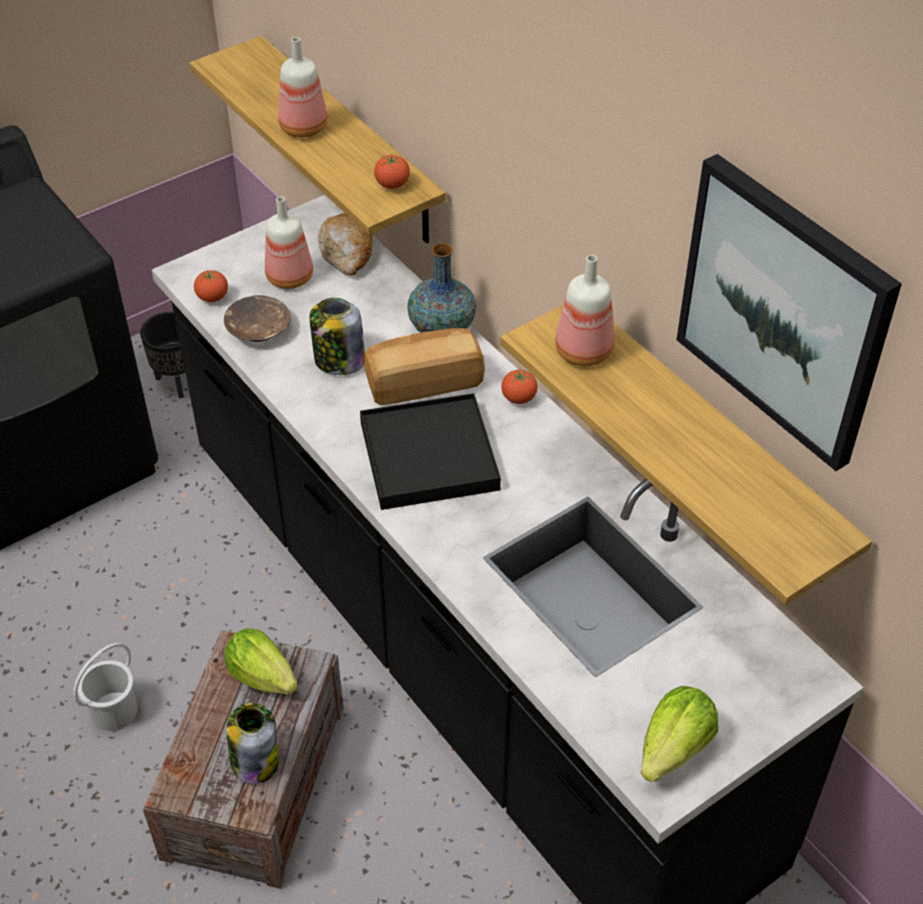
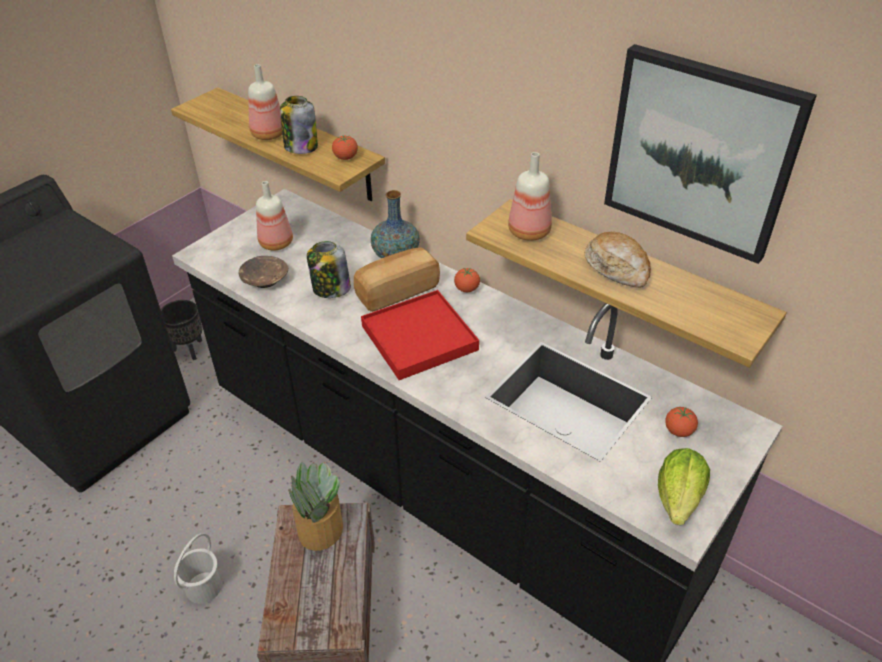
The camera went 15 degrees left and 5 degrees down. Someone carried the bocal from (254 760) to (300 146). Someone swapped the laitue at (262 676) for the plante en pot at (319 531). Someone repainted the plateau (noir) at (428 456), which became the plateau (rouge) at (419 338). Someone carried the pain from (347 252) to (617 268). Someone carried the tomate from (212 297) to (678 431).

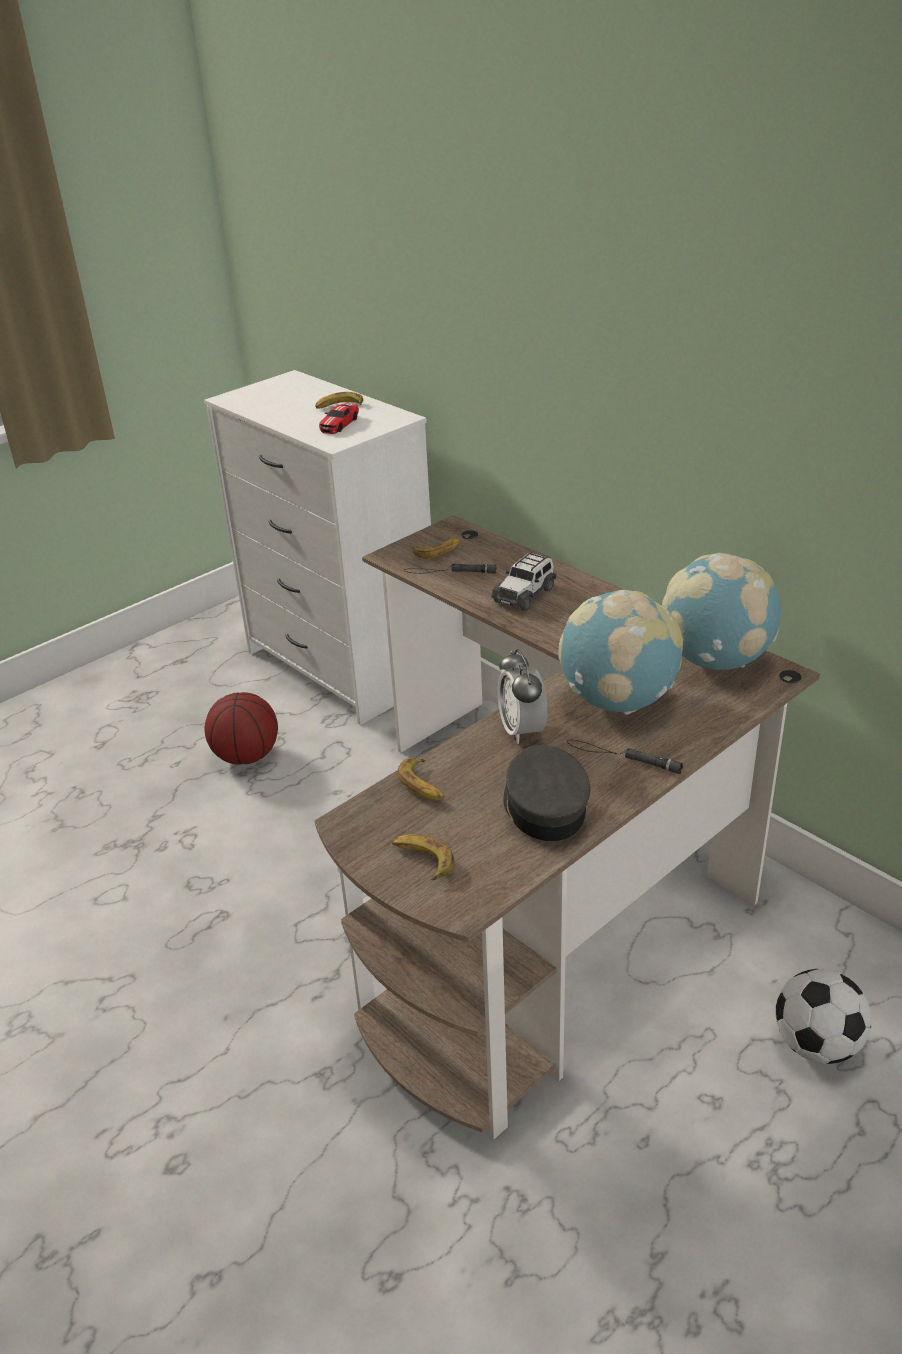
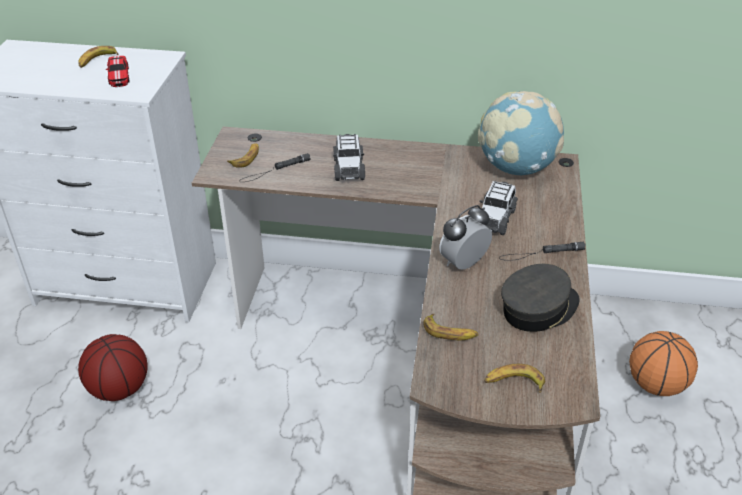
The camera went 40 degrees left and 5 degrees up. Someone rotated the réveil at (522 730) by 105 degrees clockwise. Someone swapped the globe at (618 701) for the petite voiture at (495 218). Someone rotated the casquette (gris) at (543 807) by 105 degrees clockwise. Someone swapped the ballon de foot at (817 1045) for the ballon de basket at (656 385).

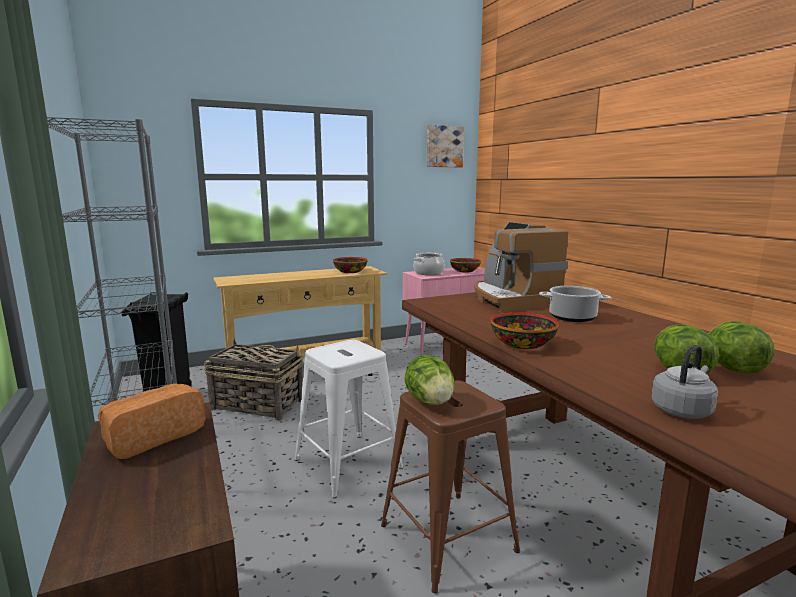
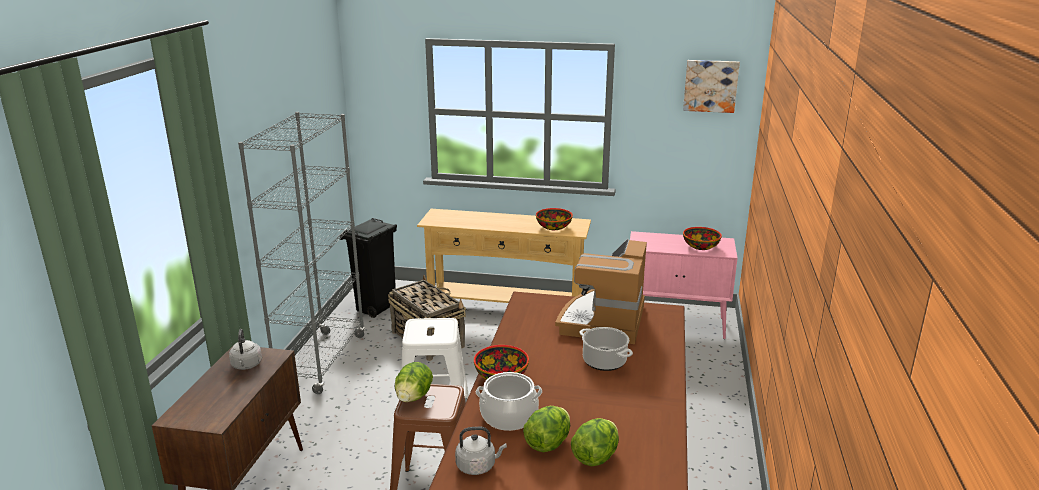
The camera went 35 degrees right and 10 degrees up. Someone swapped the pain at (153 437) for the bouilloire (gris) at (246 365). Someone carried the marmite from (429 273) to (509 416).

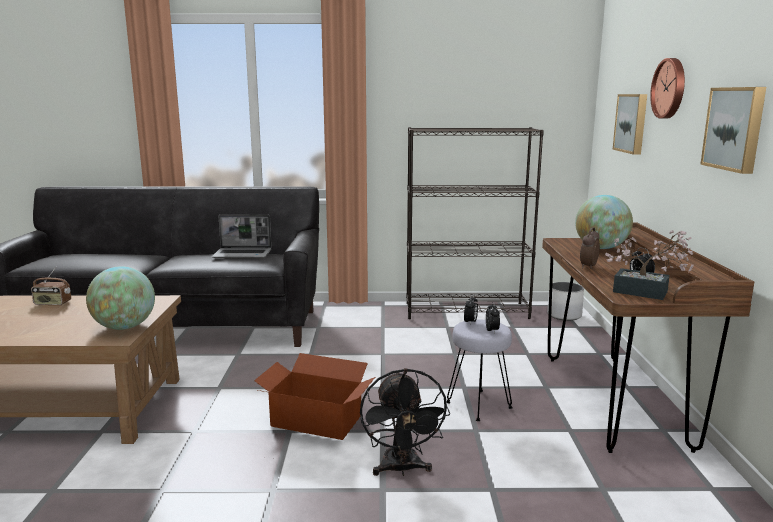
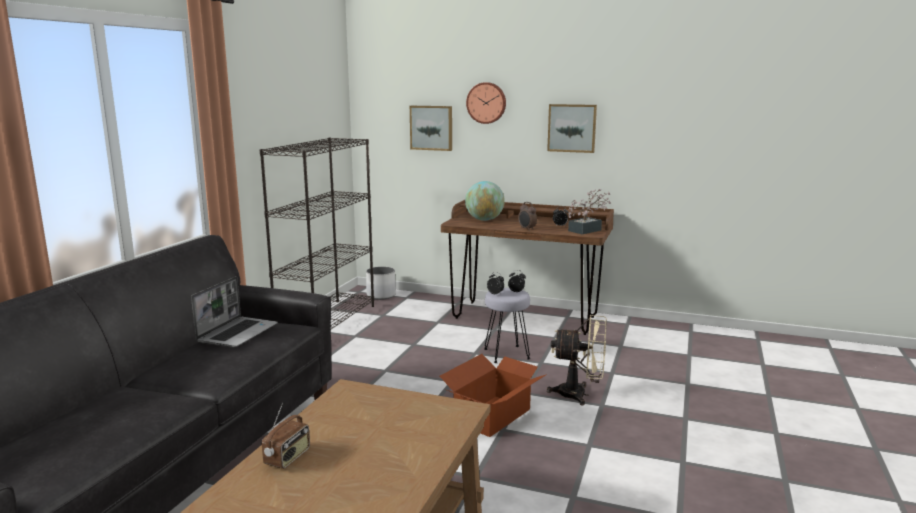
The camera went 70 degrees left and 0 degrees up. Someone repainted the ventilateur (noir) at (401 469), which became the ventilateur (beige) at (579 395). Someone took away the globe at (124 327).

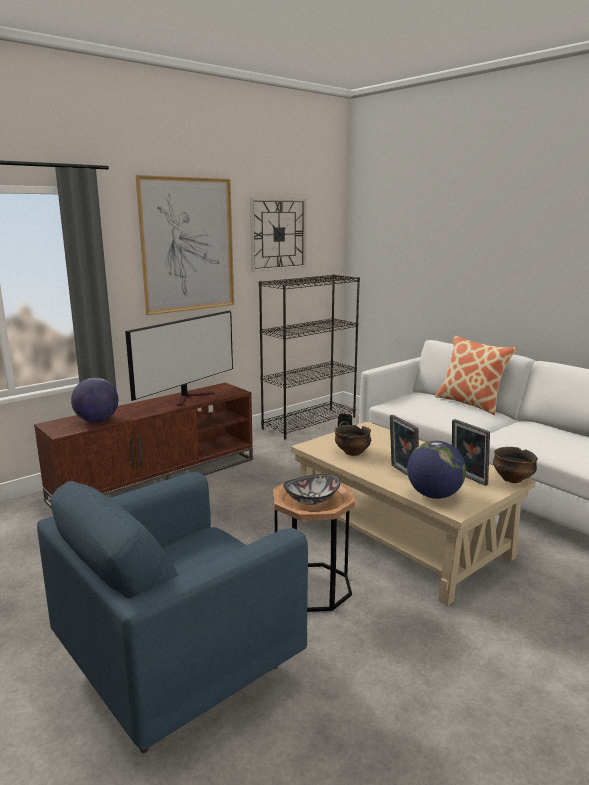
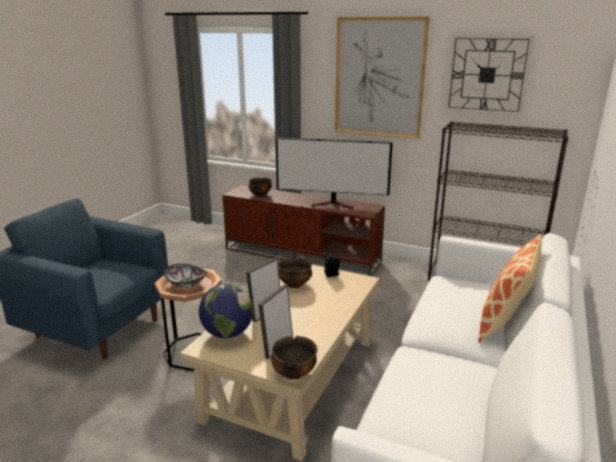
The camera went 65 degrees right and 5 degrees up. Someone swapped the globe at (97 421) for the bol at (260 195).

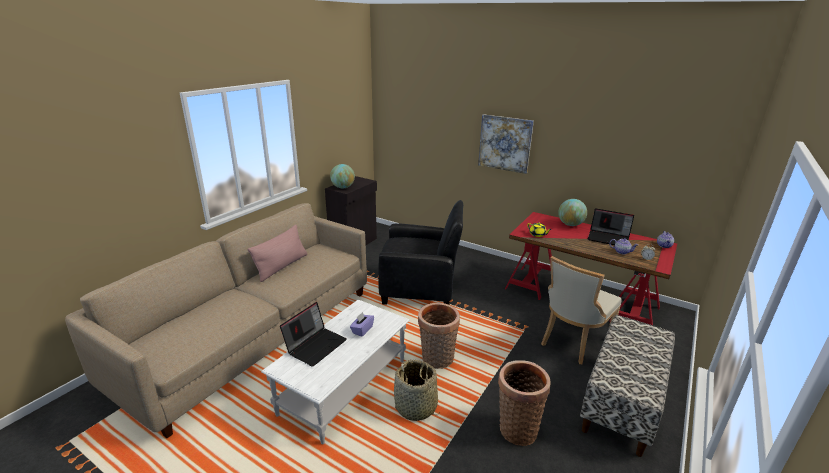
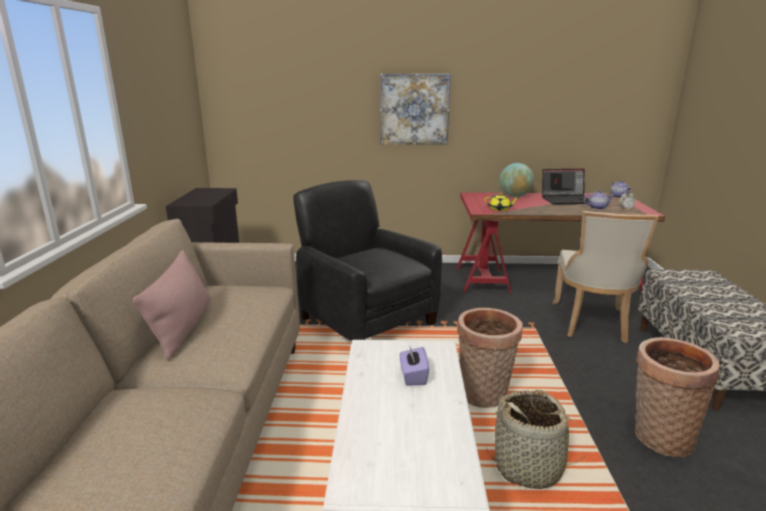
The camera went 30 degrees left and 5 degrees down. Someone rotated the fauteuil (noir) at (420 288) by 105 degrees counterclockwise. Someone took away the ordinateur portable at (315 345). Someone took away the globe at (343 187).

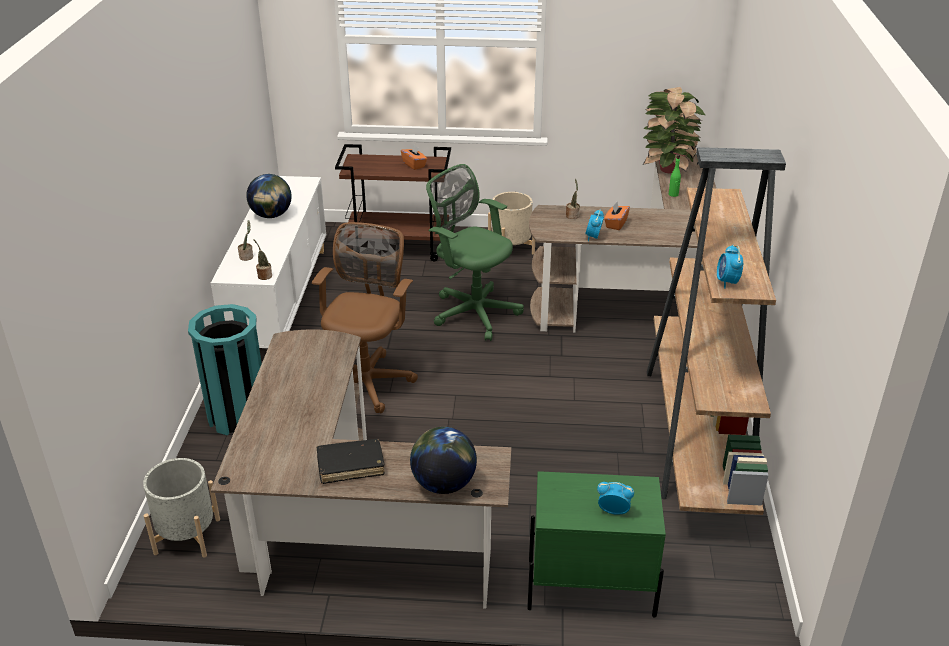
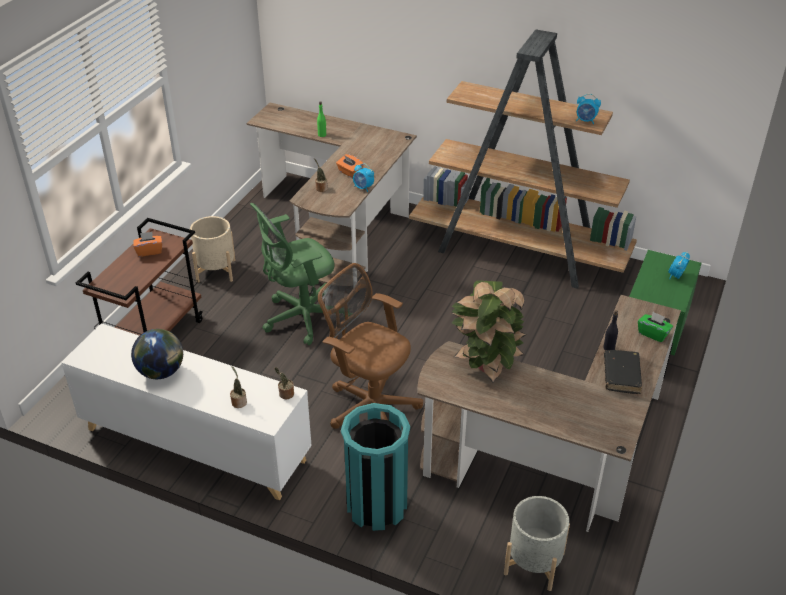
The camera went 70 degrees left and 5 degrees up. Someone carried the plante en pot from (668 168) to (485 365). Someone put down the bouteille (noir) at (608 348). Someone swapped the globe at (443 484) for the boîte à mouchoirs (vert) at (653 334).

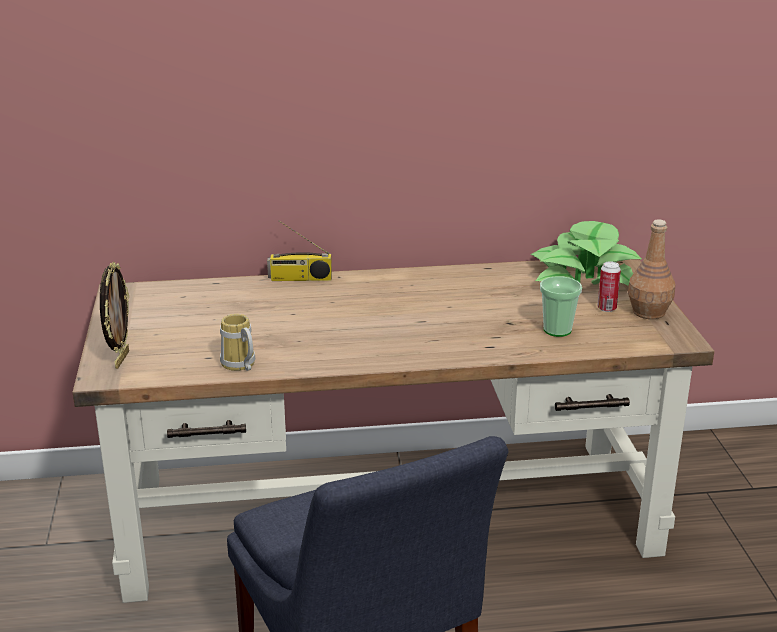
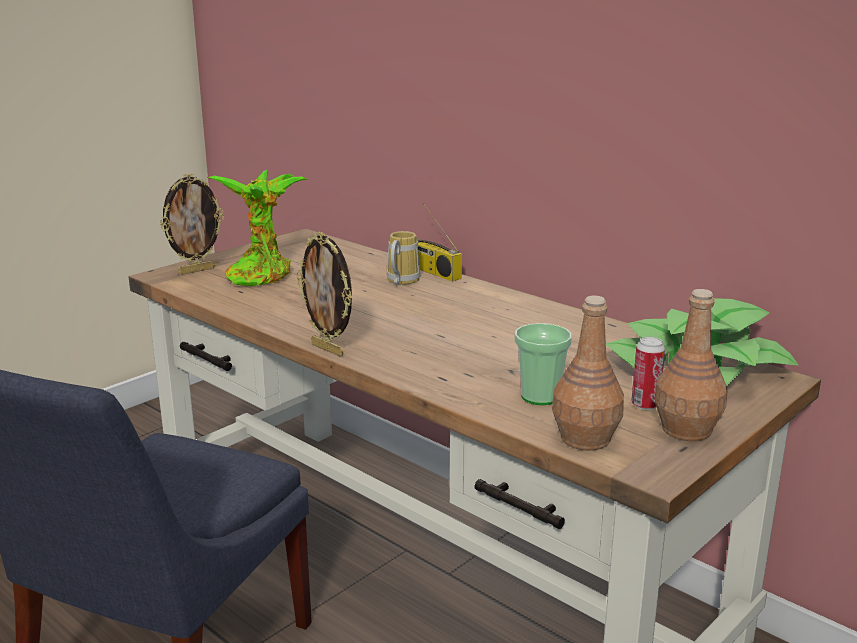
The camera went 50 degrees right and 5 degrees down. Someone put down the plante en pot at (261 274). Someone put down the cadre photo at (328 349). Someone carried the mug from (238 366) to (400 281). Someone put down the bouteille (marron) at (585 439).

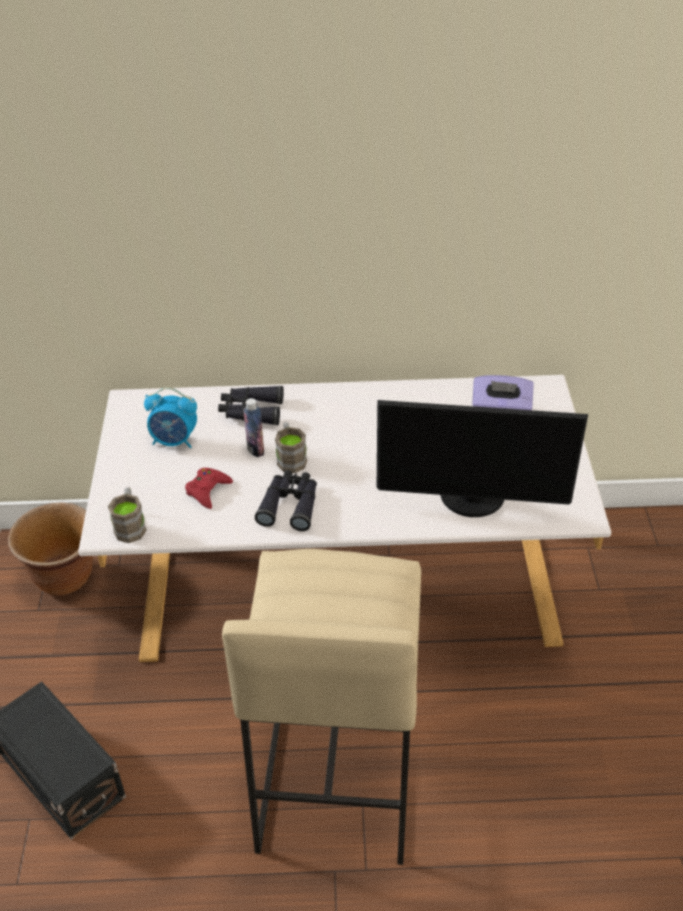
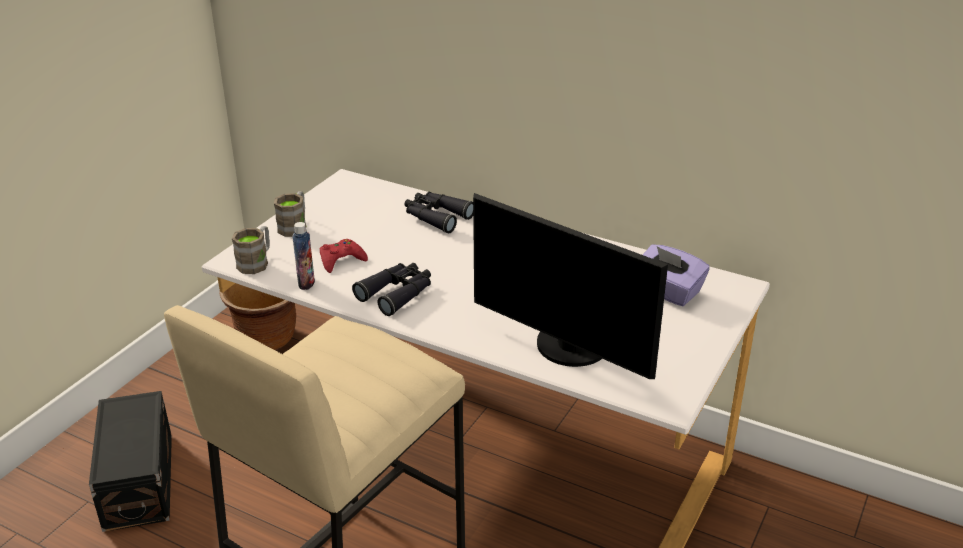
The camera went 30 degrees right and 10 degrees down. Someone carried the mug (marron) from (290 458) to (295 226). Someone carried the bouteille from (255 449) to (306 283). Someone took away the réveil at (174 441).

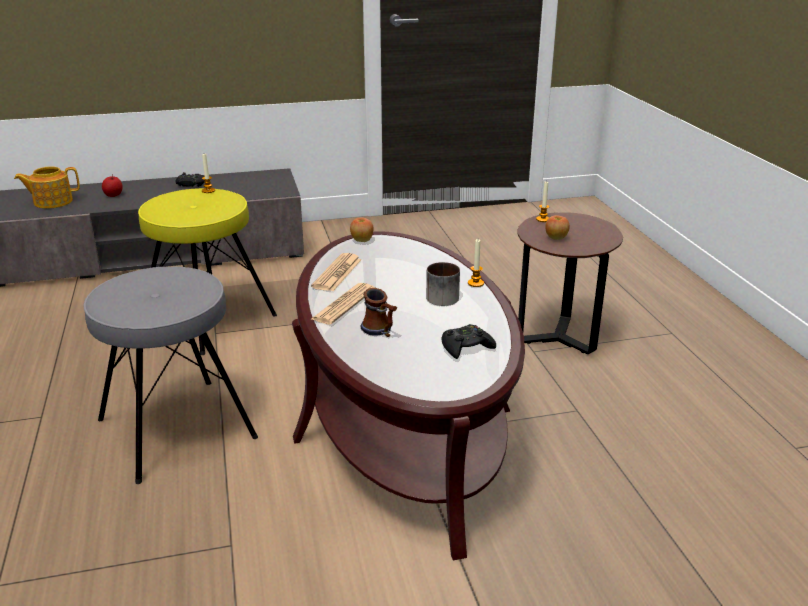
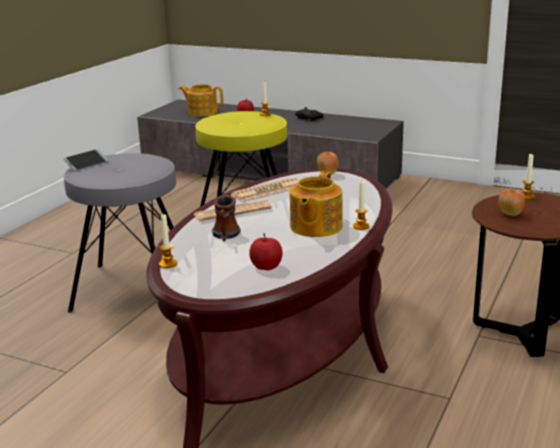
The camera went 40 degrees right and 5 degrees down. Someone put down the téléphone at (87 164). Someone put down the bougie at (168 264). Someone swapped the manette (noir) at (466 347) for the pomme at (266 267). Someone swapped the mug at (440 296) for the théière at (315 227).

